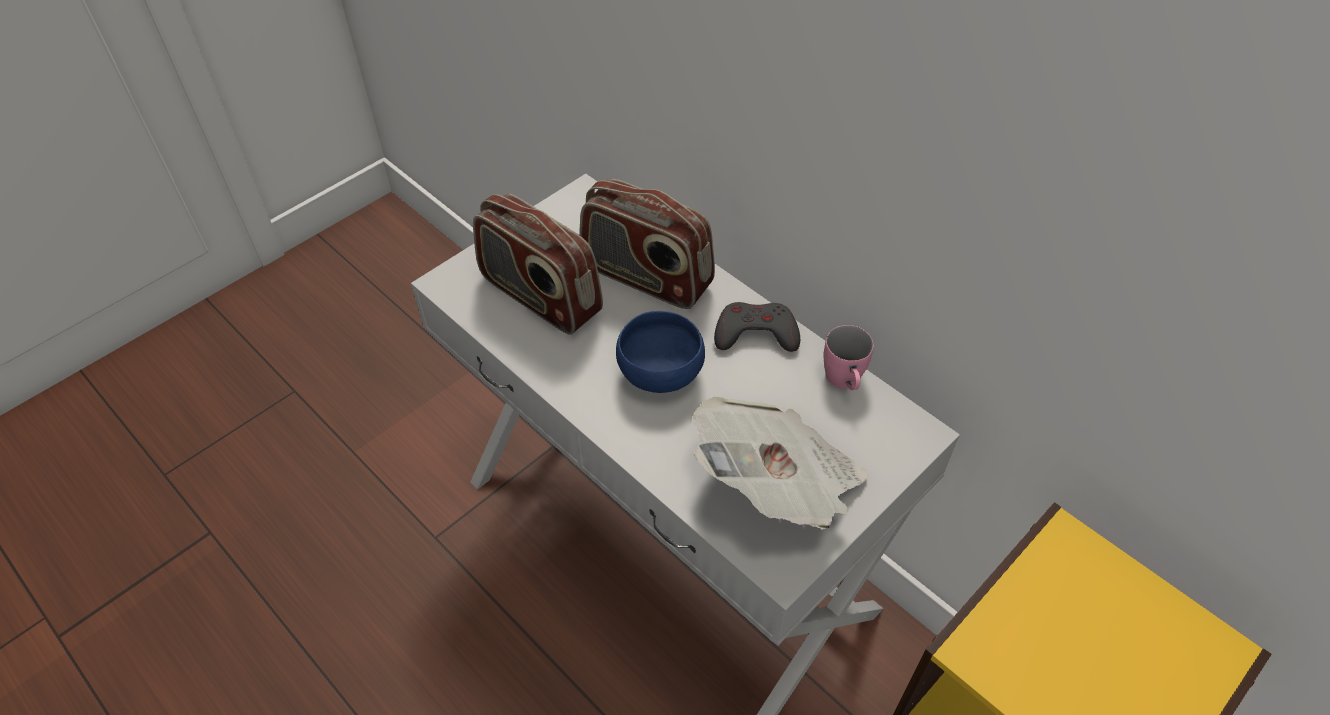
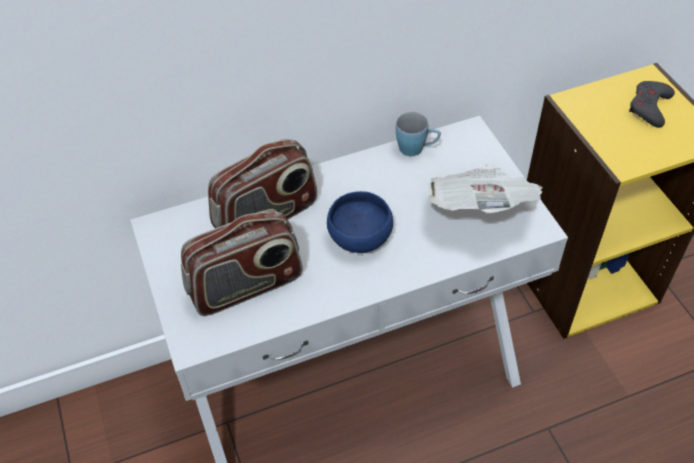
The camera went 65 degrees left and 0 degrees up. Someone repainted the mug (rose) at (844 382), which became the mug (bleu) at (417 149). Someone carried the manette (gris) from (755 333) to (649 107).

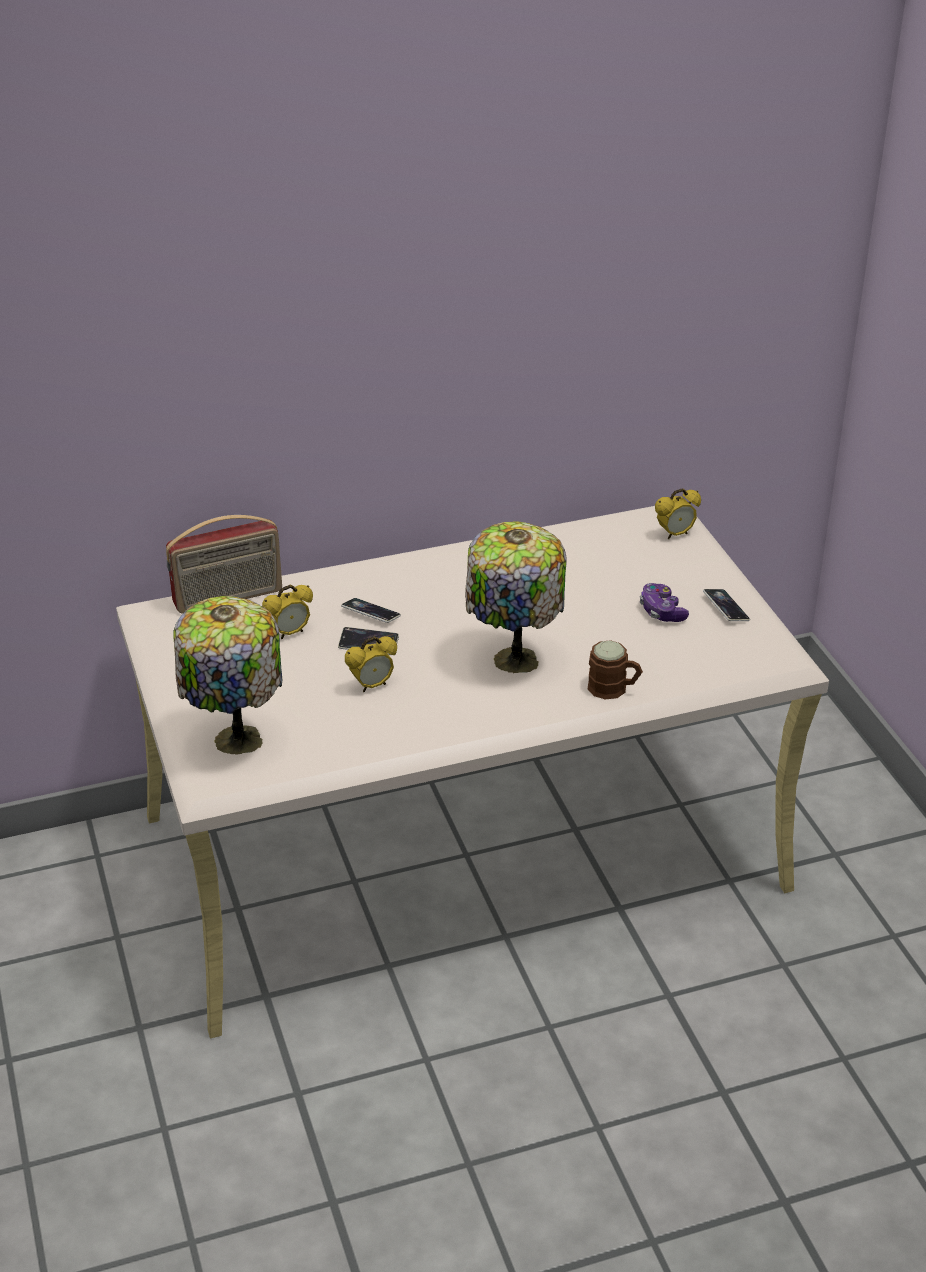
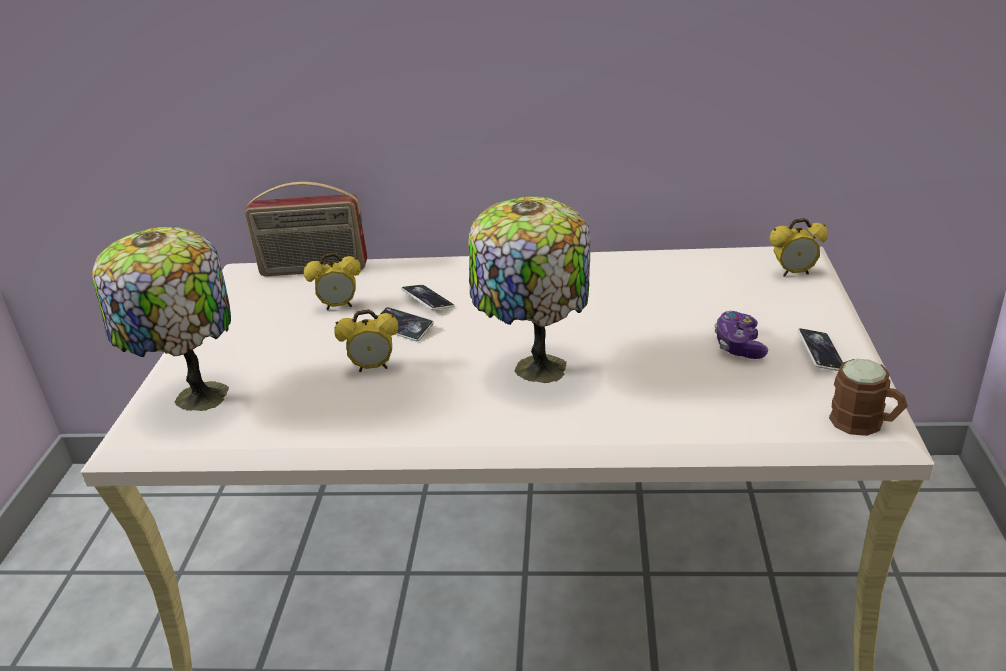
The camera went 25 degrees right and 5 degrees down. Someone carried the mug (marron) from (614 689) to (865 424).

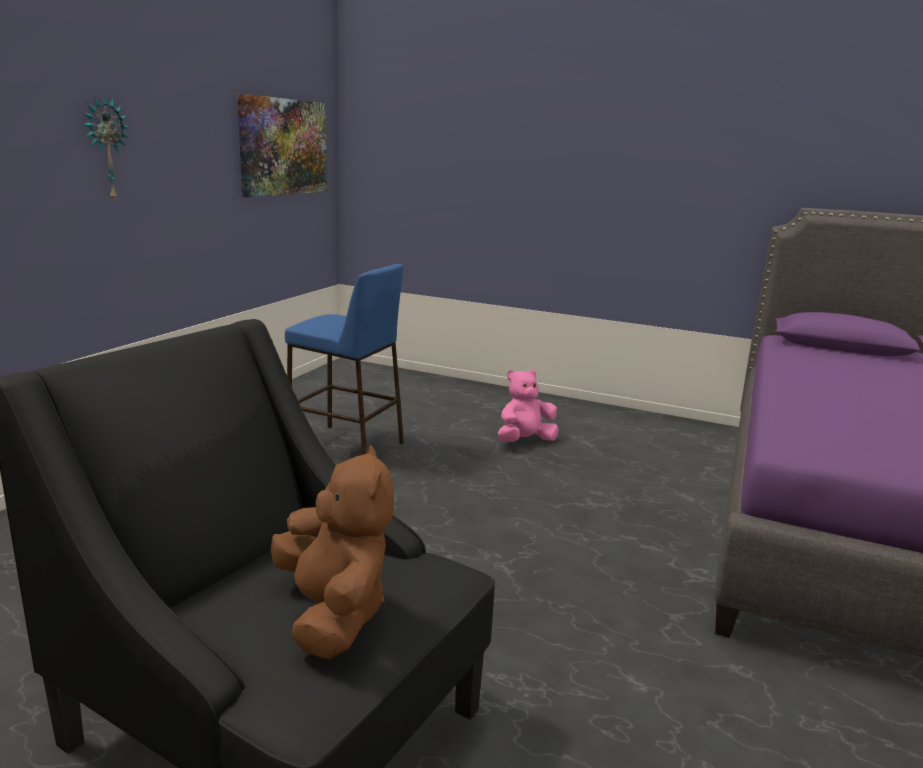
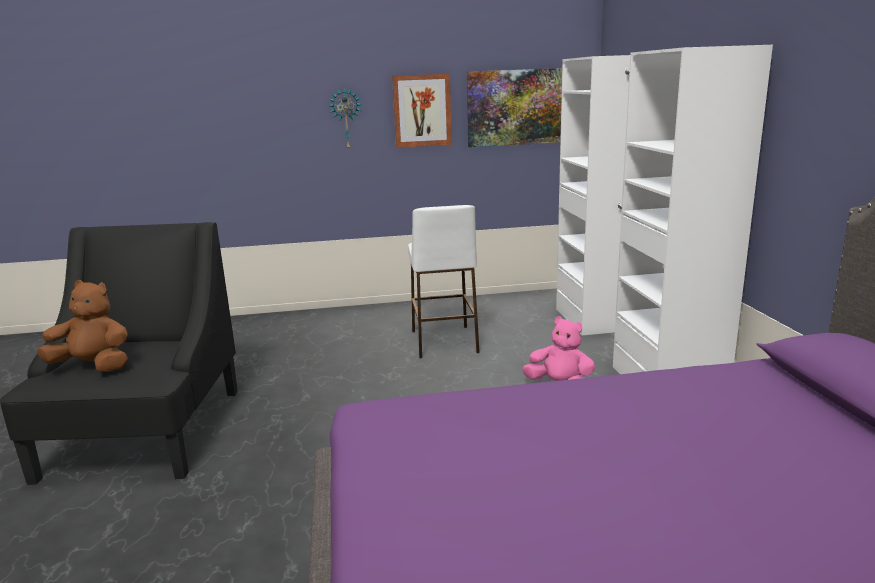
The camera went 60 degrees right and 0 degrees up. Someone rotated the peluche (marron) at (333 614) by 120 degrees counterclockwise. Someone put up the tableau at (422 110). Someone repainted the tabouret (bleu) at (347 447), which became the tabouret (blanc) at (444 342). Someone put down the armoire (blanc) at (628 347).

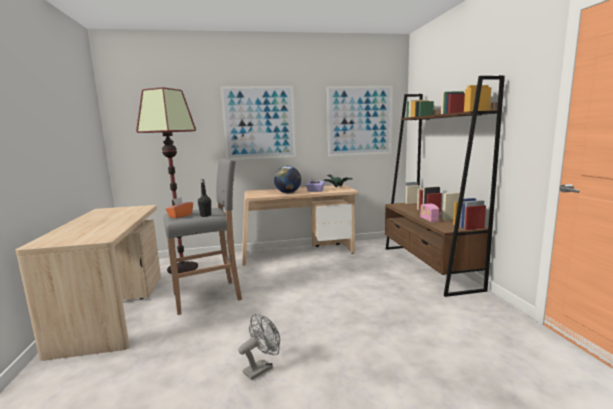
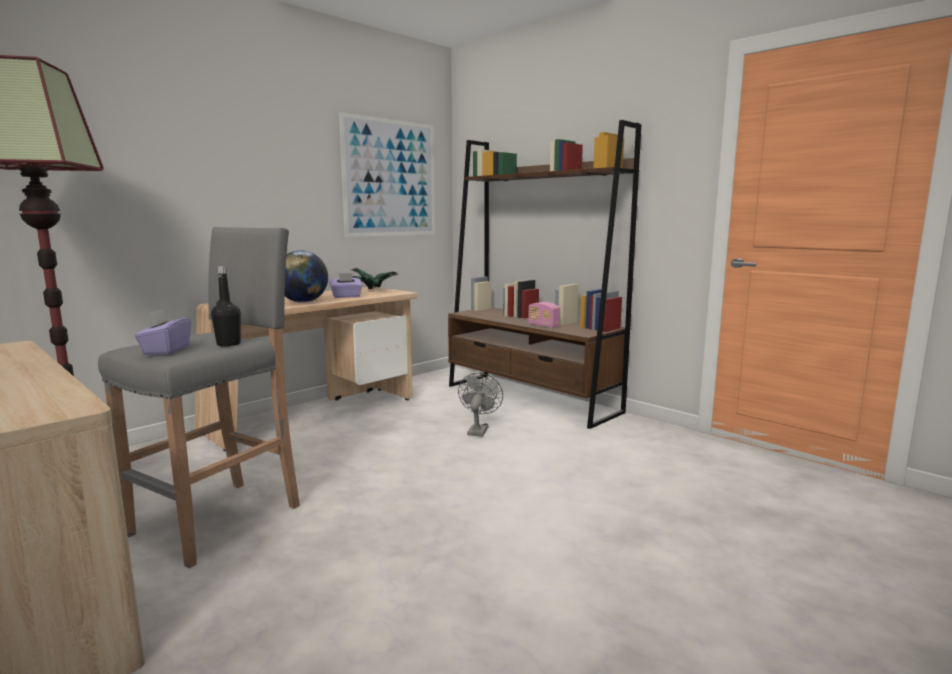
The camera went 35 degrees left and 0 degrees up. Someone repainted the boîte à mouchoirs (orange) at (180 216), which became the boîte à mouchoirs (violet) at (166 350). Someone carried the ventilateur (gris) from (261 368) to (478 430). Someone took away the tableau at (259 123).

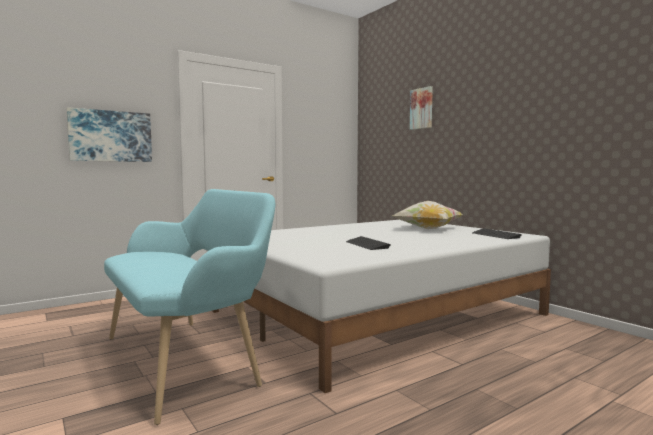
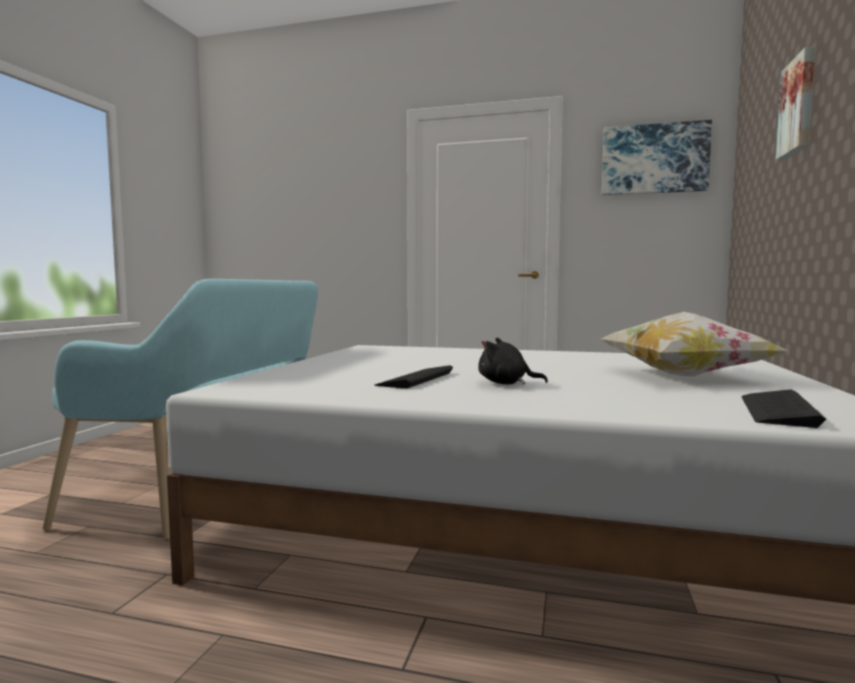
The camera went 50 degrees right and 0 degrees up. Someone put down the peluche (noir) at (506 384). Someone carried the tableau from (111 136) to (654 159).

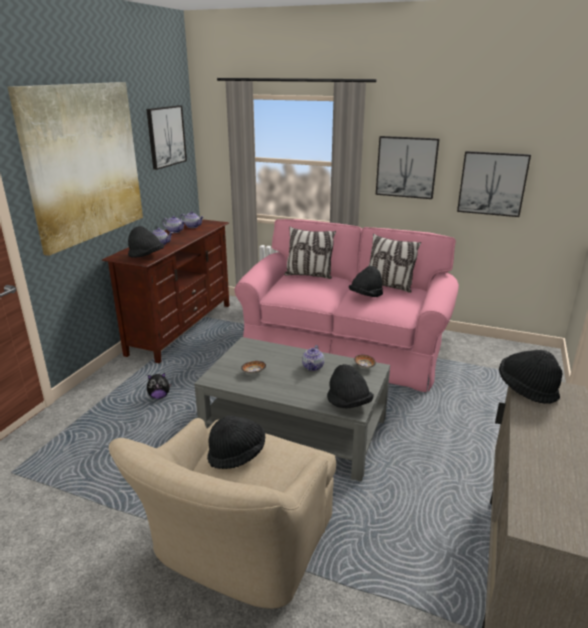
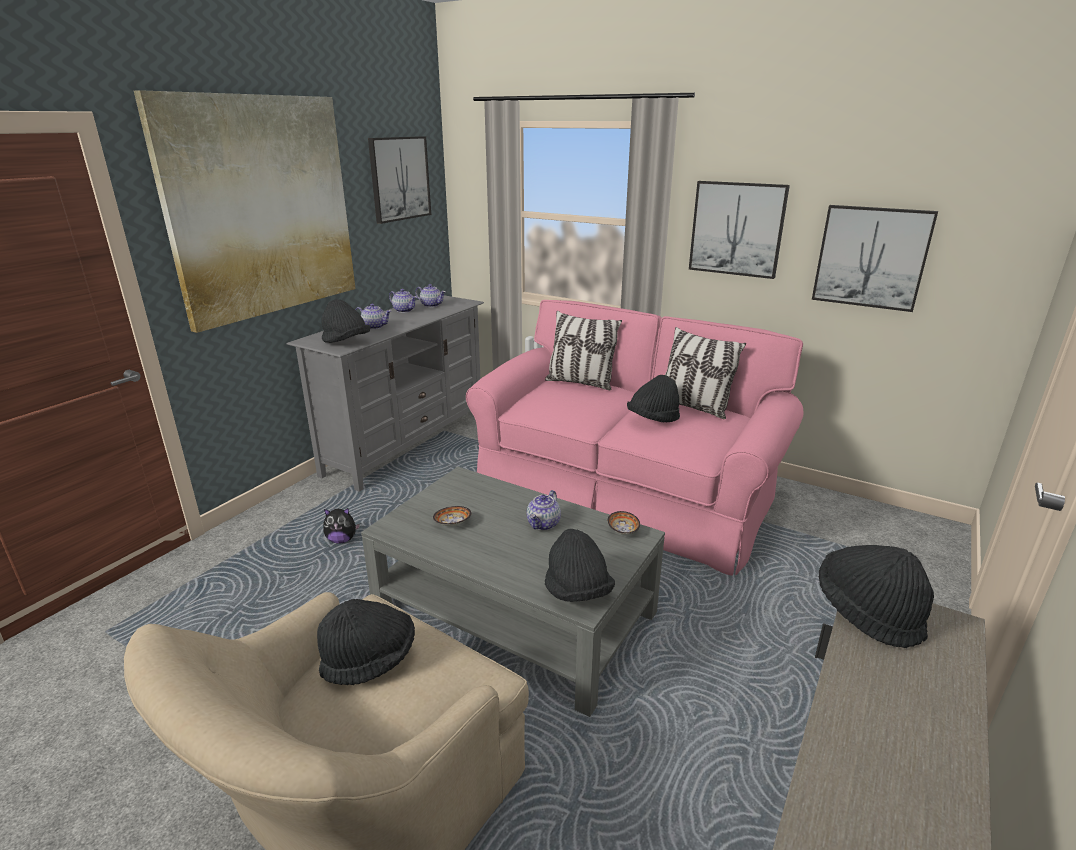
The camera went 10 degrees right and 0 degrees up. Someone repainted the meuble télé (marron) at (181 328), which became the meuble télé (gris) at (406 444).

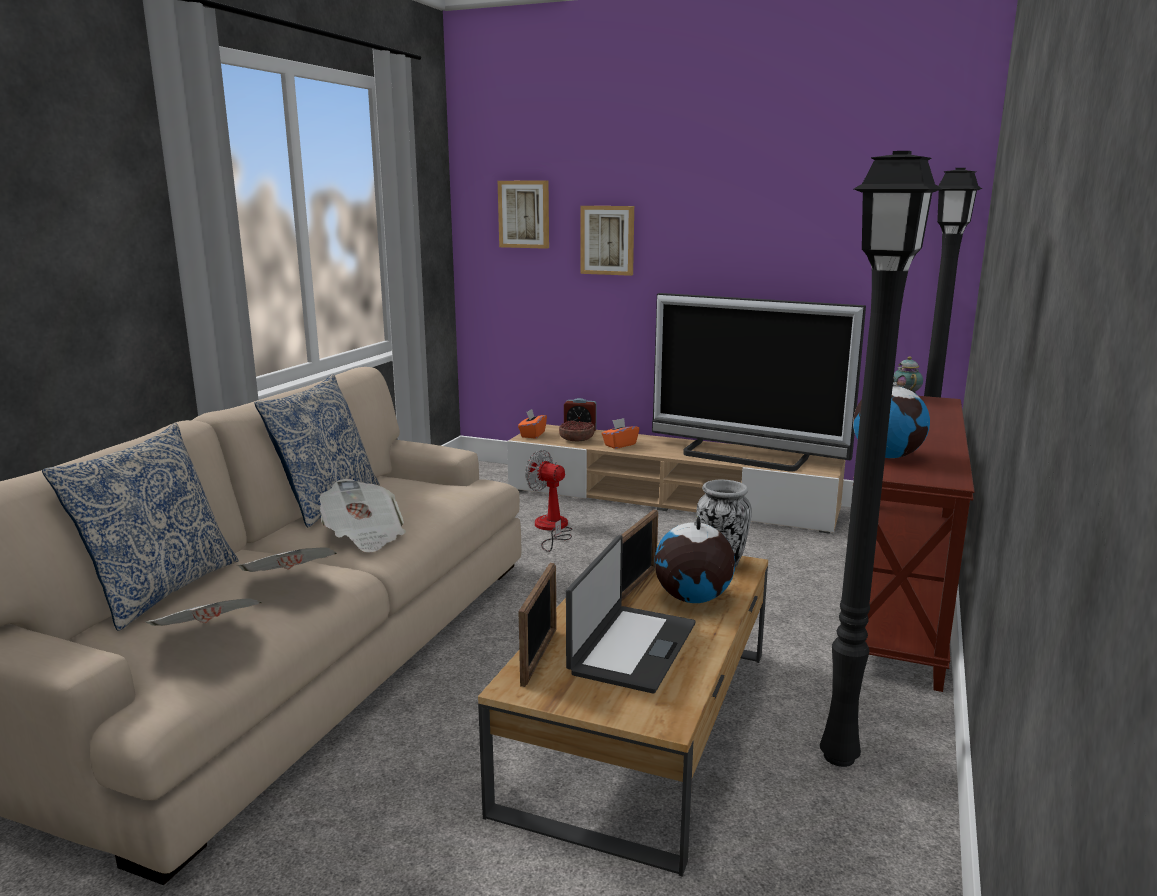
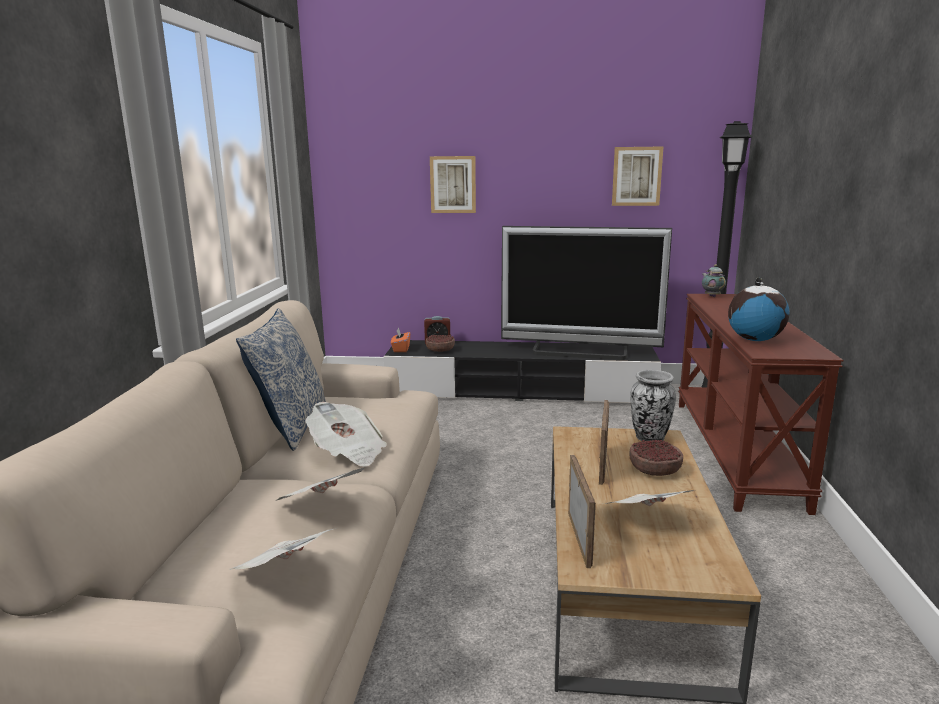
The camera went 15 degrees left and 0 degrees up. Someone repainted the meuble télé (beige) at (670 500), which became the meuble télé (noir) at (520 392). Someone swapped the ordinateur portable at (631 648) for the journal at (645 518). Someone carried the tableau from (524 214) to (636 176). Someone swapped the globe at (692 599) for the bol at (654 470). Someone took away the coussin at (160 590). Someone took away the ventilateur at (551 529). Someone took away the boîte à mouchoirs (orange) at (619 445). Someone took away the lampadaire (noir) at (841 759).

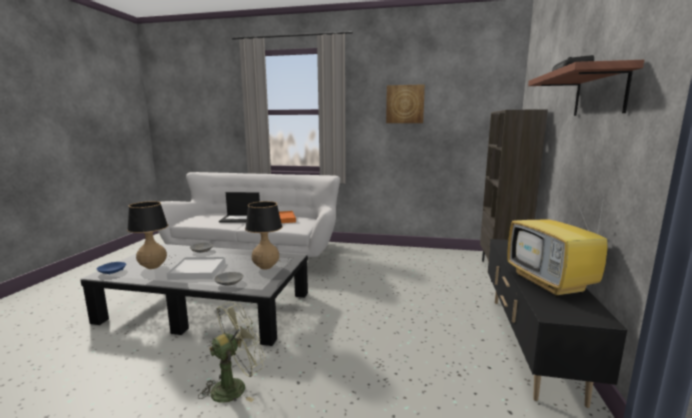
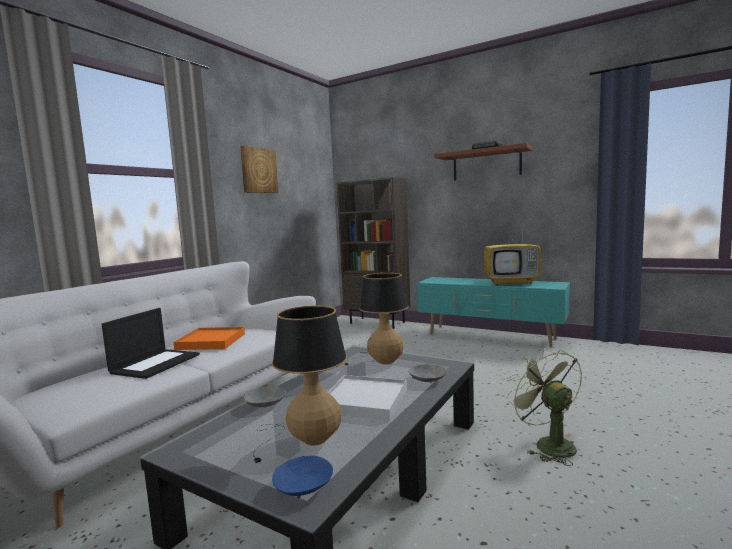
The camera went 70 degrees left and 5 degrees down. Someone repainted the meuble télé (noir) at (530 344), which became the meuble télé (turquoise) at (490 336).

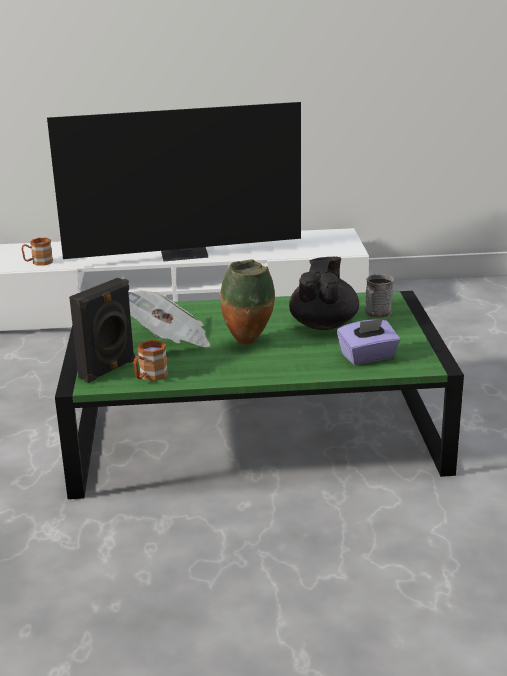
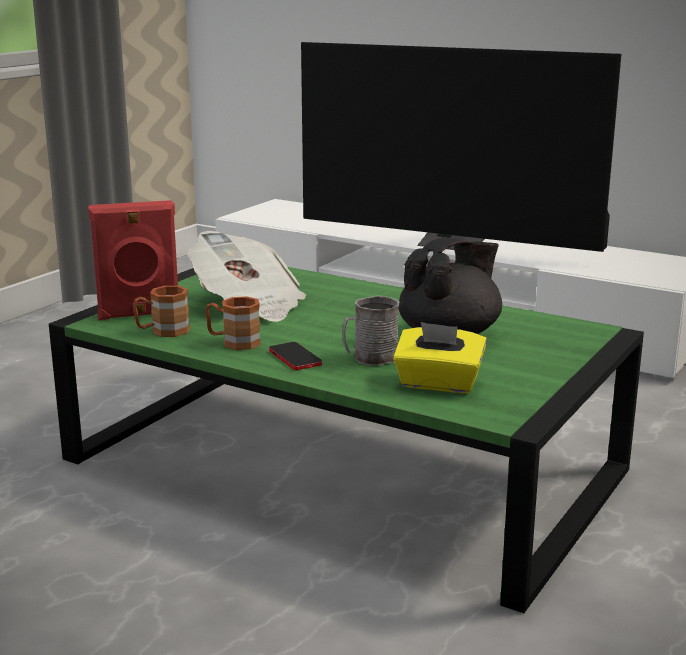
The camera went 35 degrees right and 5 degrees down. Someone repainted the enceinte (noir) at (108 370), which became the enceinte (rouge) at (139 314). Someone carried the mug (marron) from (38 262) to (233 342). Someone put down the téléphone at (295 357). Someone carried the mug (gris) from (376 314) to (370 359). Someone repainted the boîte à mouchoirs (violet) at (368 357), which became the boîte à mouchoirs (jaune) at (438 384). Someone took away the vase at (249 342).

